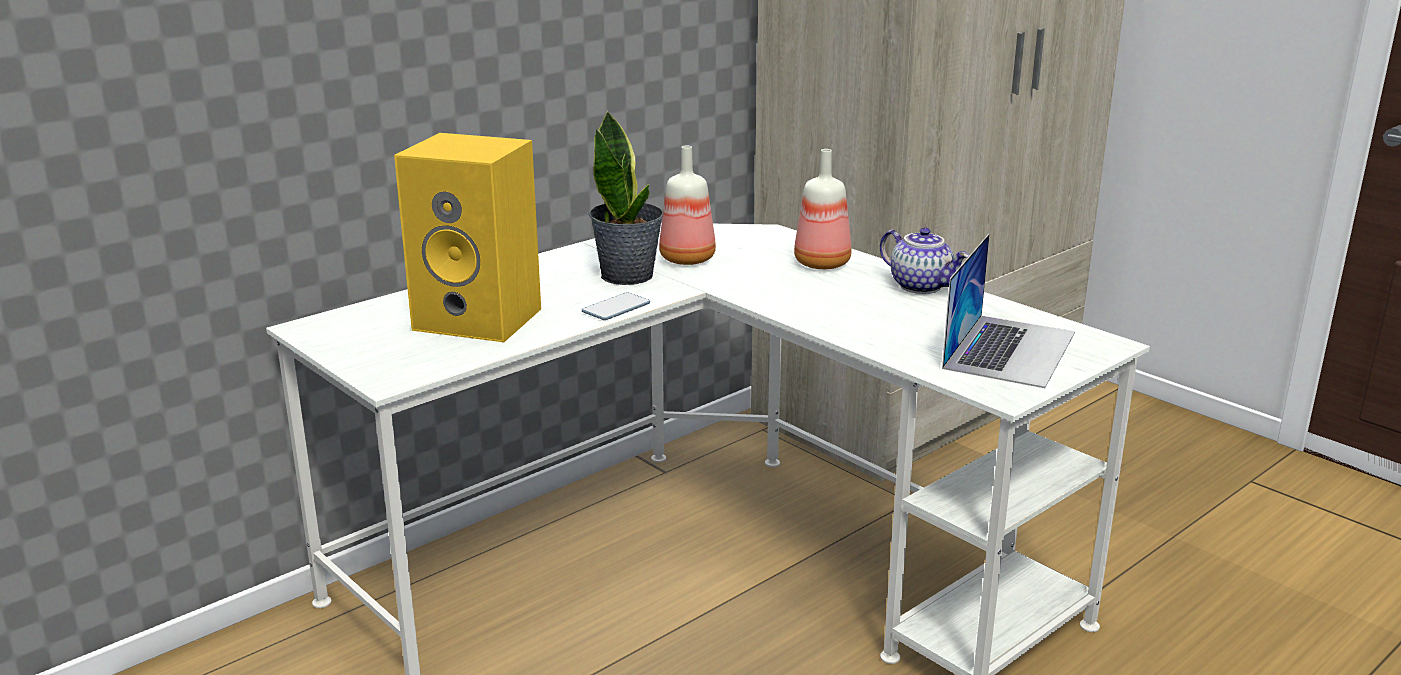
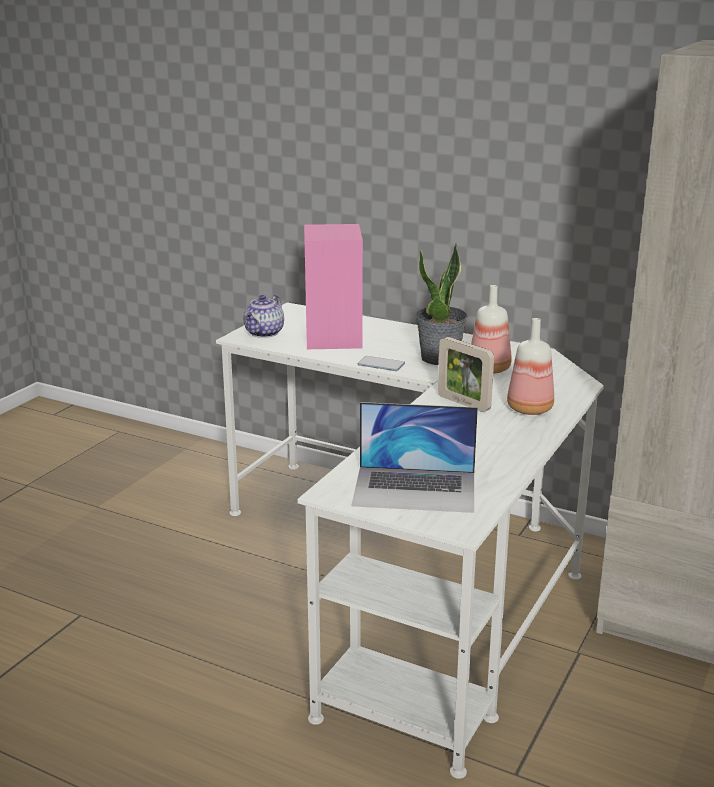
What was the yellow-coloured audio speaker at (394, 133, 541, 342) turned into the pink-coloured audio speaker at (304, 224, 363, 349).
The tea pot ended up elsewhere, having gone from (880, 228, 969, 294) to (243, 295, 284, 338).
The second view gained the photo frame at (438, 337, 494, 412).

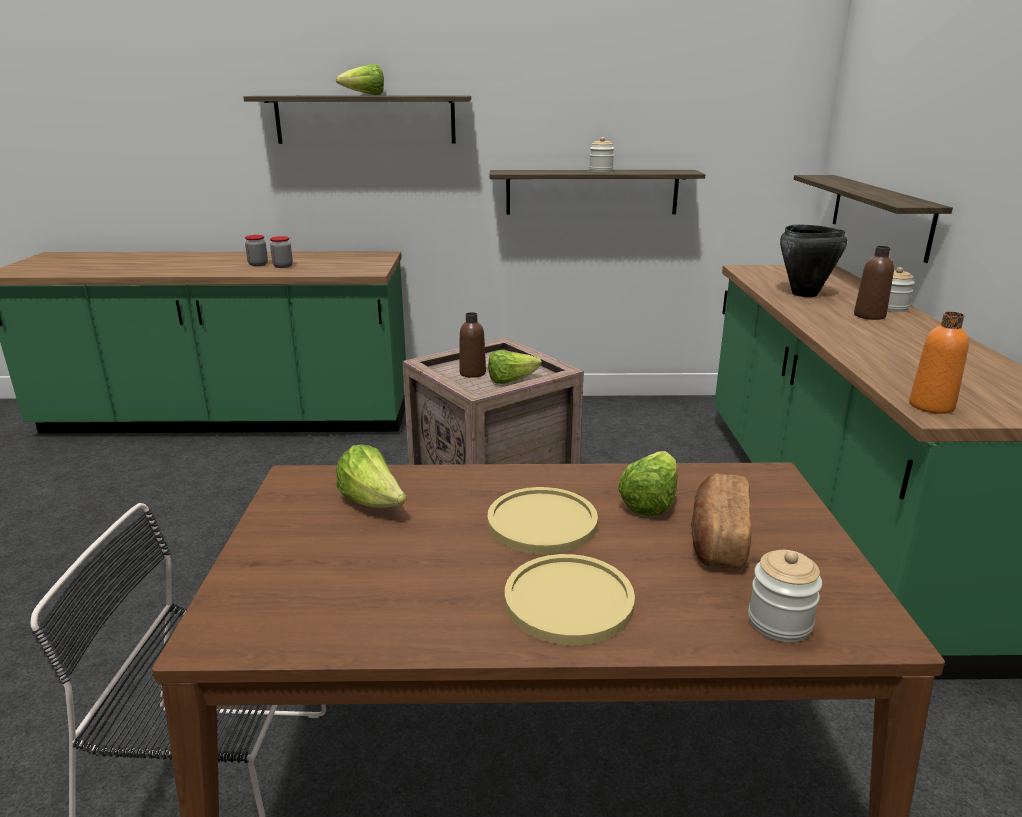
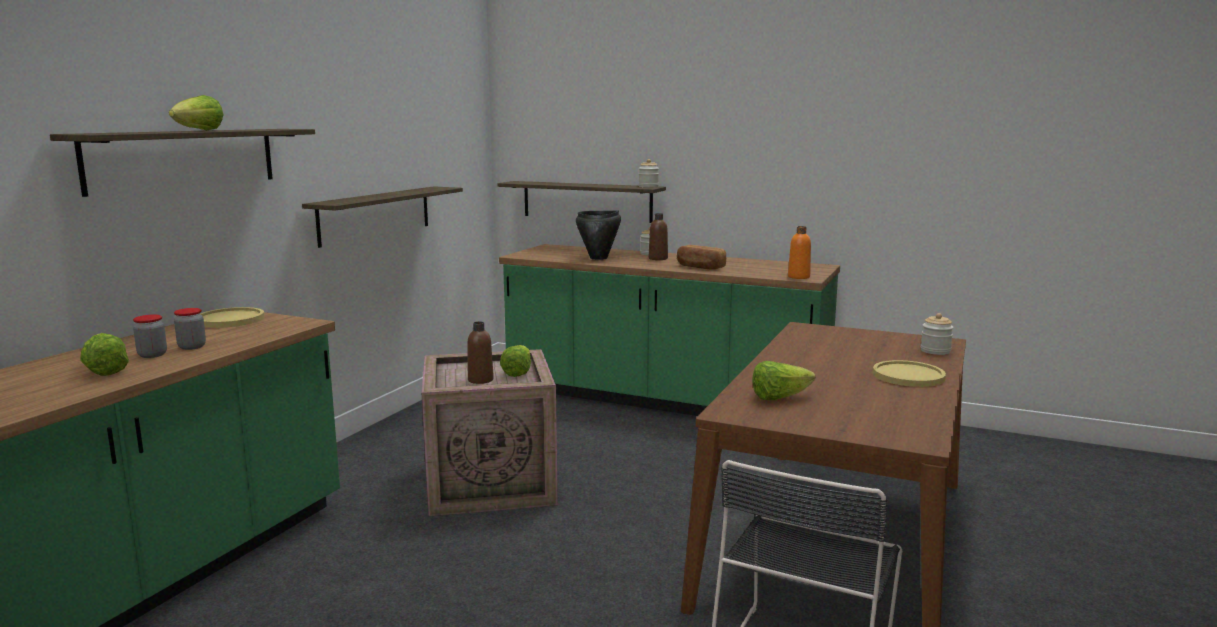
The yellow-coloured plate ended up elsewhere, having gone from (487, 487, 598, 554) to (200, 307, 264, 328).
The preserve jar ended up elsewhere, having gone from (589, 137, 614, 173) to (639, 159, 659, 188).
The lettuce head ended up elsewhere, having gone from (618, 451, 677, 516) to (80, 333, 129, 376).
The bread ended up elsewhere, having gone from (691, 473, 751, 571) to (677, 245, 726, 270).

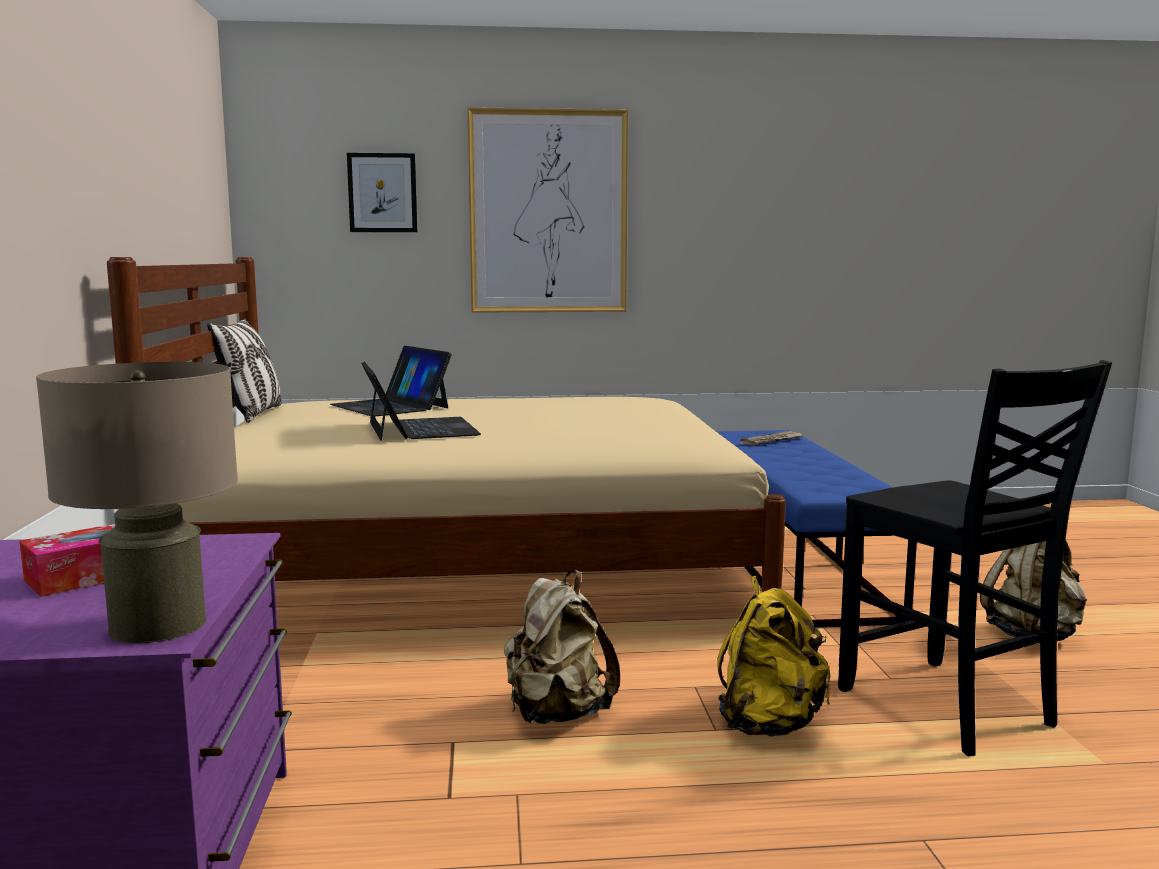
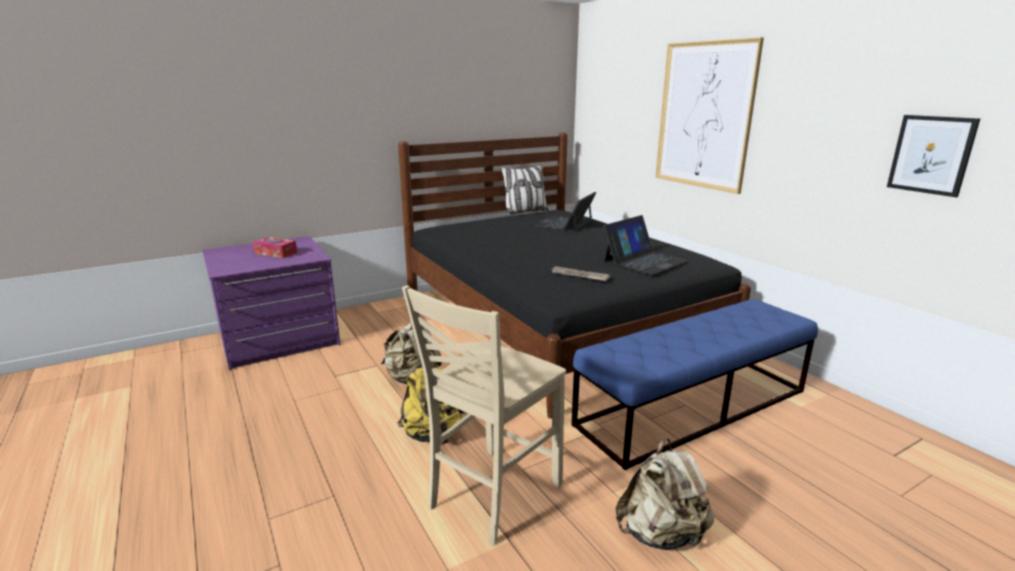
The second view lost the sand-coloured lamp for a table at (36, 362, 238, 643).
What was the sand-coloured bedroom bed at (107, 257, 786, 592) turned into the blackish bedroom bed at (398, 133, 751, 419).
The wall art ended up elsewhere, having gone from (347, 153, 417, 232) to (887, 115, 981, 197).
The notebook computer ended up elsewhere, having gone from (361, 362, 481, 441) to (604, 215, 687, 275).
The newspaper ended up elsewhere, having gone from (740, 431, 803, 446) to (552, 266, 610, 281).
What was the blackish plain chair at (838, 360, 1112, 756) turned into the sand-coloured plain chair at (402, 285, 566, 546).

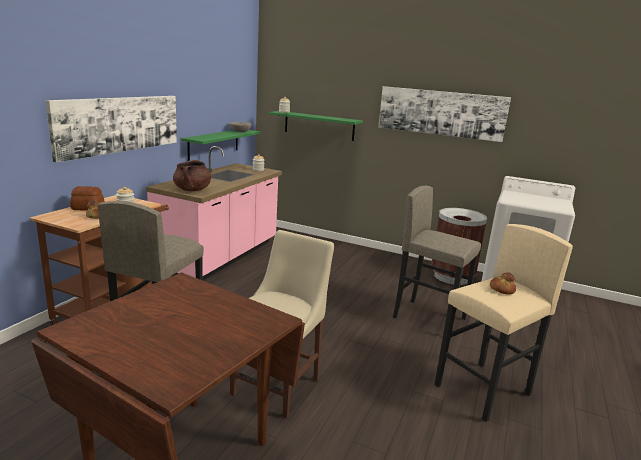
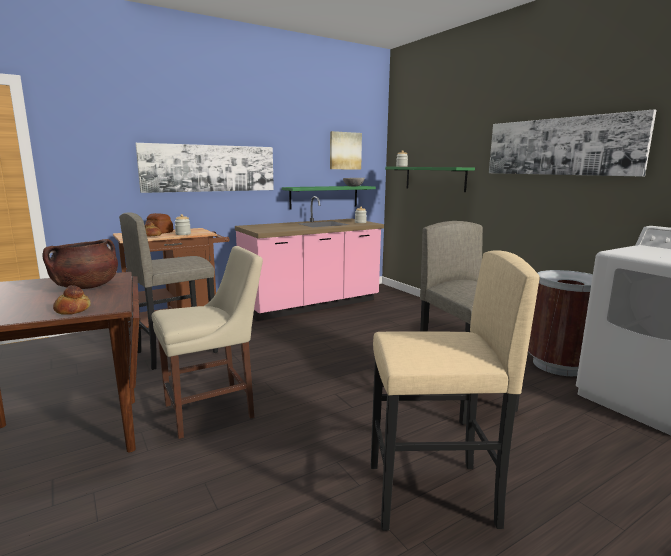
The brown cooking pot ended up elsewhere, having gone from (173, 160, 211, 191) to (42, 239, 118, 289).
The bread ended up elsewhere, having gone from (490, 272, 516, 295) to (53, 285, 91, 315).
The second view gained the wall art at (330, 131, 362, 169).

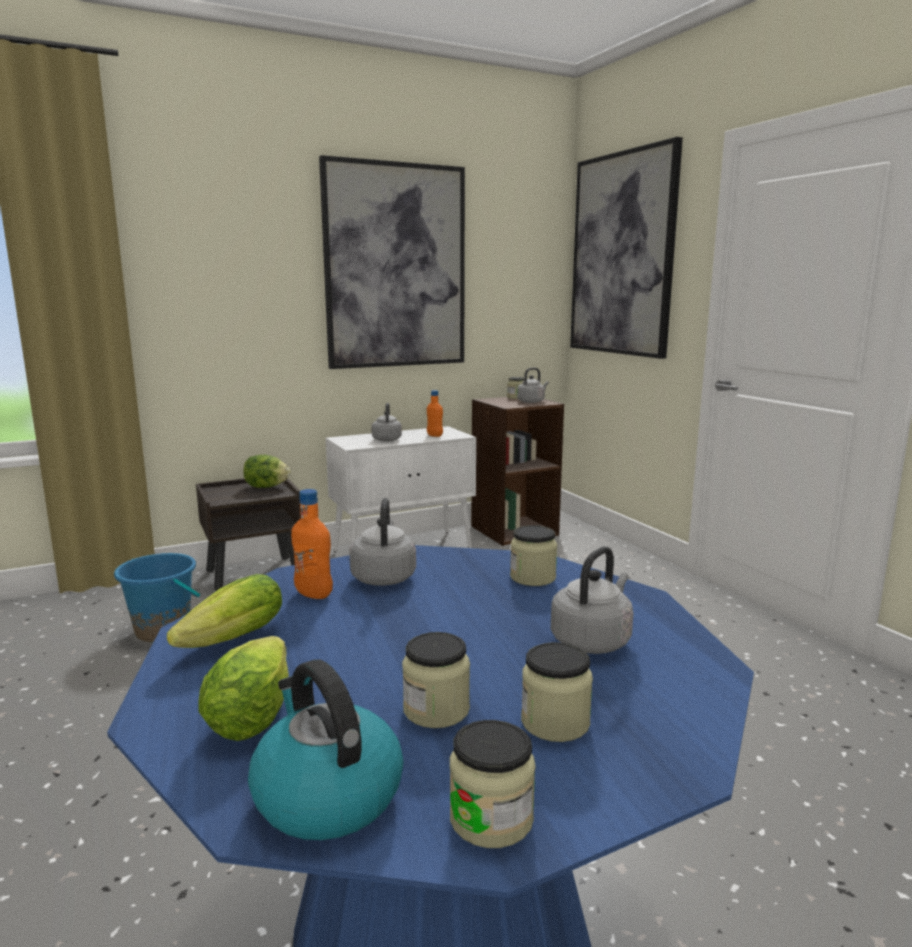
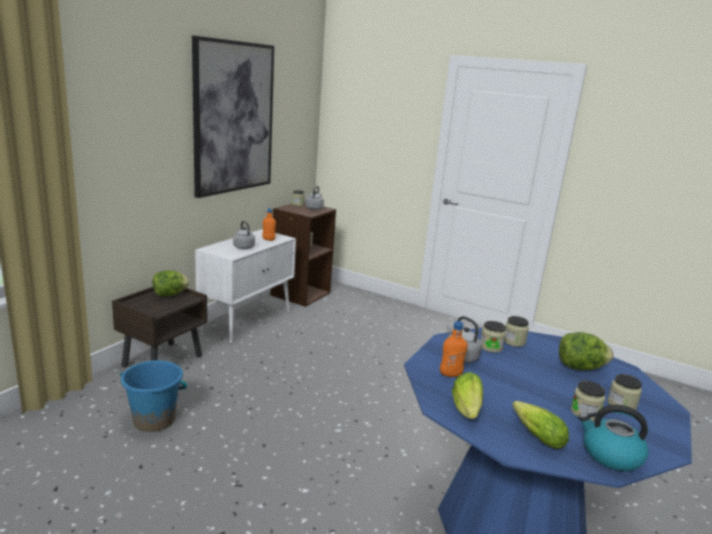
The preserve jar ended up elsewhere, having gone from (450, 720, 536, 848) to (480, 321, 506, 353).
Where the grey kettle stood at (551, 546, 633, 654), the lettuce head came to stand at (559, 332, 613, 370).
The second view lost the wall art at (570, 137, 683, 359).

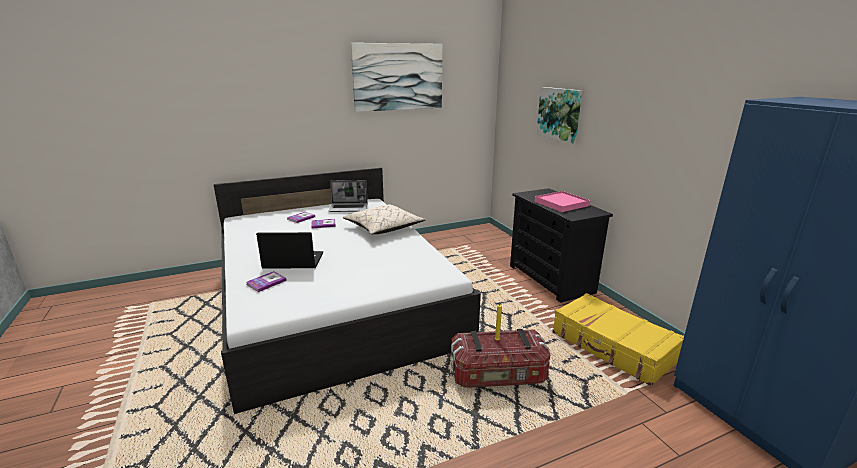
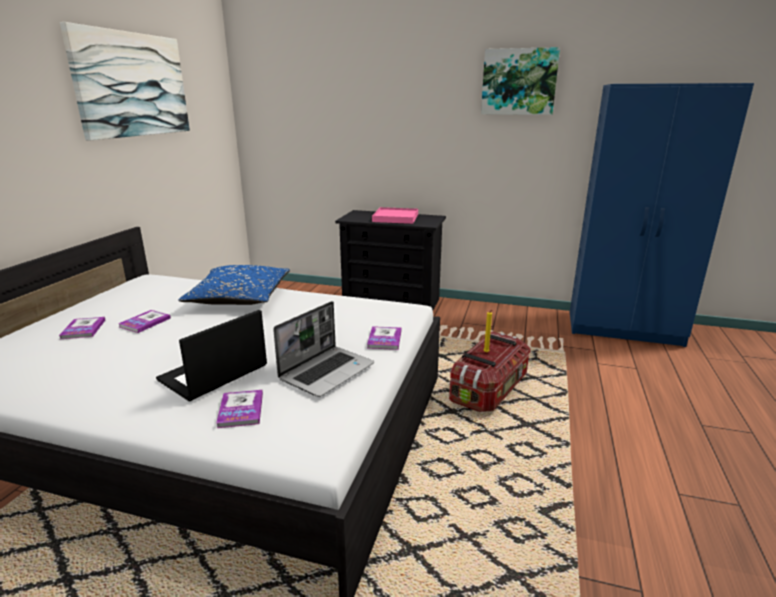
The notebook computer ended up elsewhere, having gone from (328, 180, 368, 212) to (273, 301, 374, 397).
What was the sand-coloured cushion at (343, 205, 426, 234) turned into the blue cushion at (179, 265, 290, 305).
The wall art ended up elsewhere, having gone from (536, 87, 582, 144) to (481, 47, 560, 115).
The second view lost the yellow-coloured suitcase at (553, 293, 684, 386).
The second view gained the bound book at (367, 326, 401, 350).

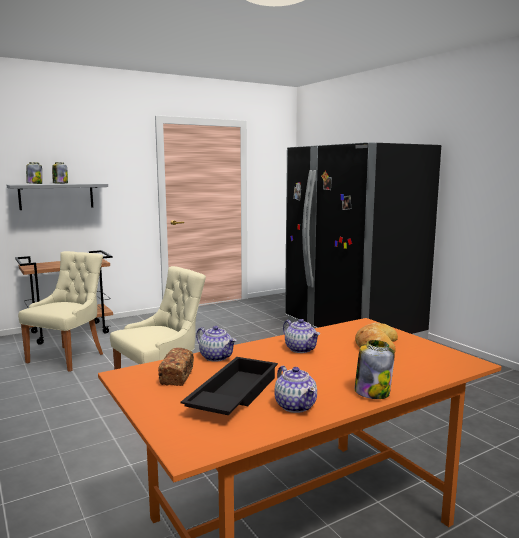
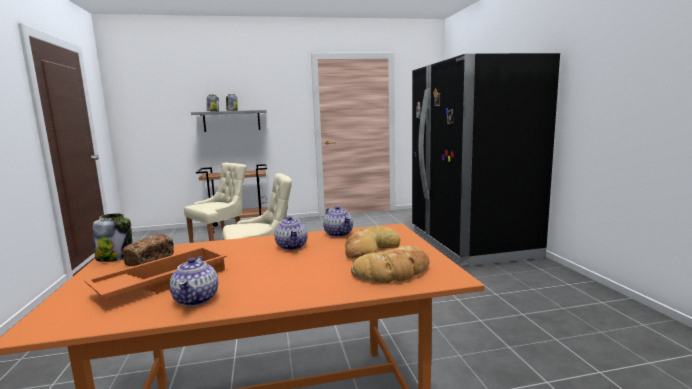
What was the blackish serving tray at (181, 357, 278, 415) turned into the orangey serving tray at (84, 247, 227, 299).
The tea pot ended up elsewhere, having gone from (196, 326, 236, 362) to (323, 206, 353, 237).
The preserve jar ended up elsewhere, having gone from (355, 340, 395, 399) to (93, 213, 132, 262).
The second view gained the bread at (351, 246, 429, 283).

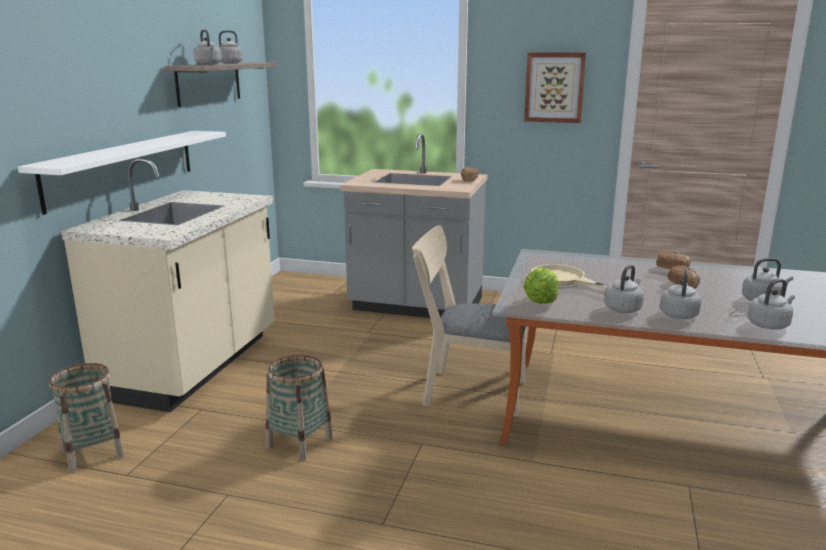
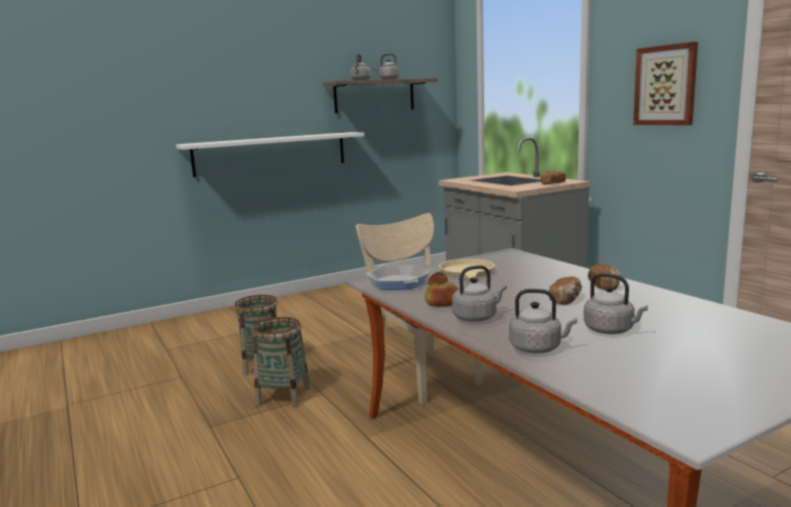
The storage basket ended up elsewhere, having gone from (49, 363, 124, 473) to (253, 317, 310, 408).
The second view lost the sand-coloured counter at (61, 158, 275, 412).
Where the lettuce head stood at (524, 268, 559, 304), the frying pan came to stand at (366, 265, 430, 290).
Where the grey kettle stood at (604, 265, 644, 313), the bread came to stand at (425, 272, 459, 307).

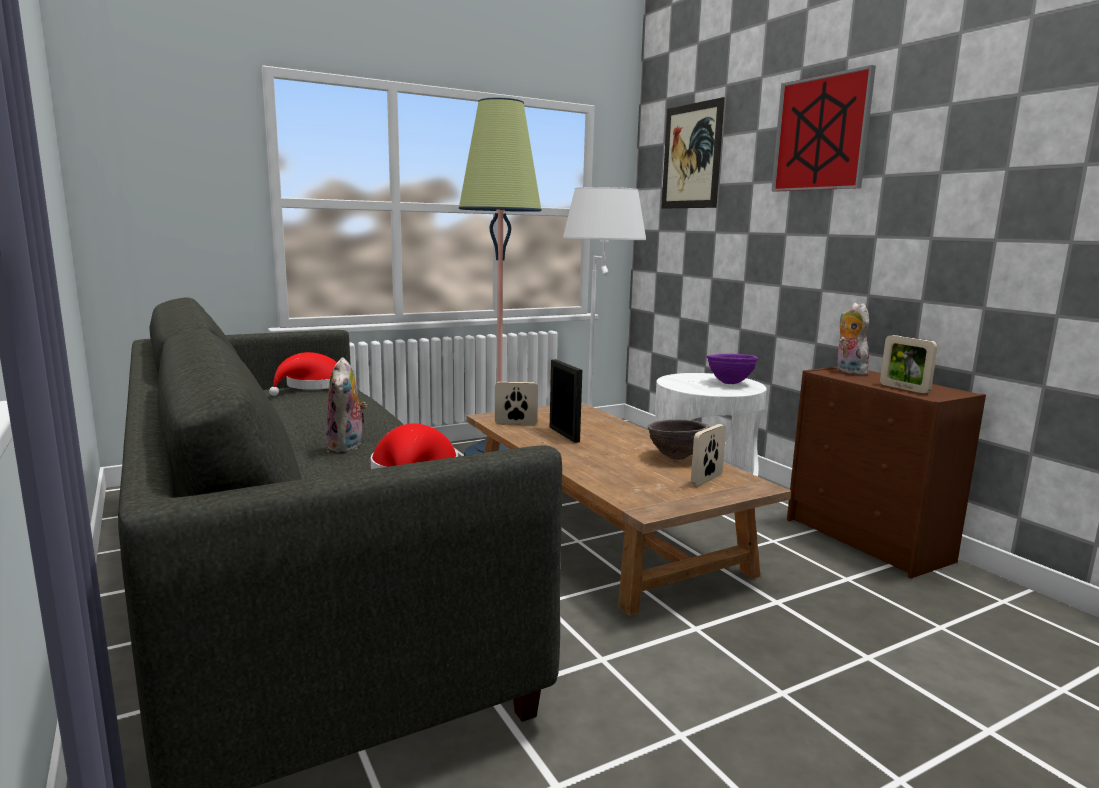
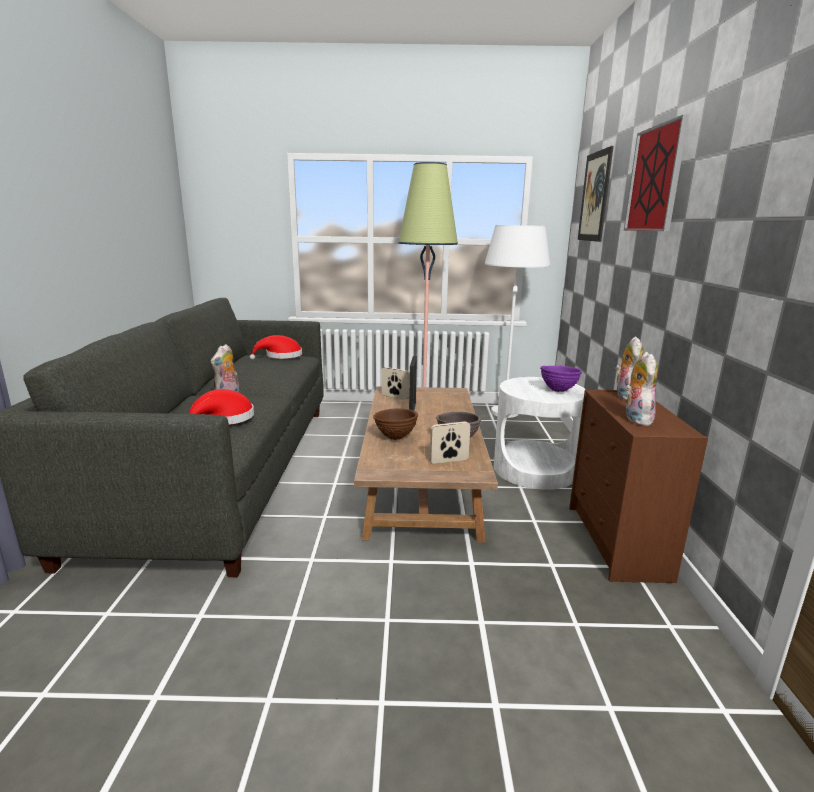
Where the photo frame stood at (880, 335, 938, 394), the soft toy came to stand at (625, 352, 657, 426).
The second view gained the brown bowl at (373, 408, 418, 440).

